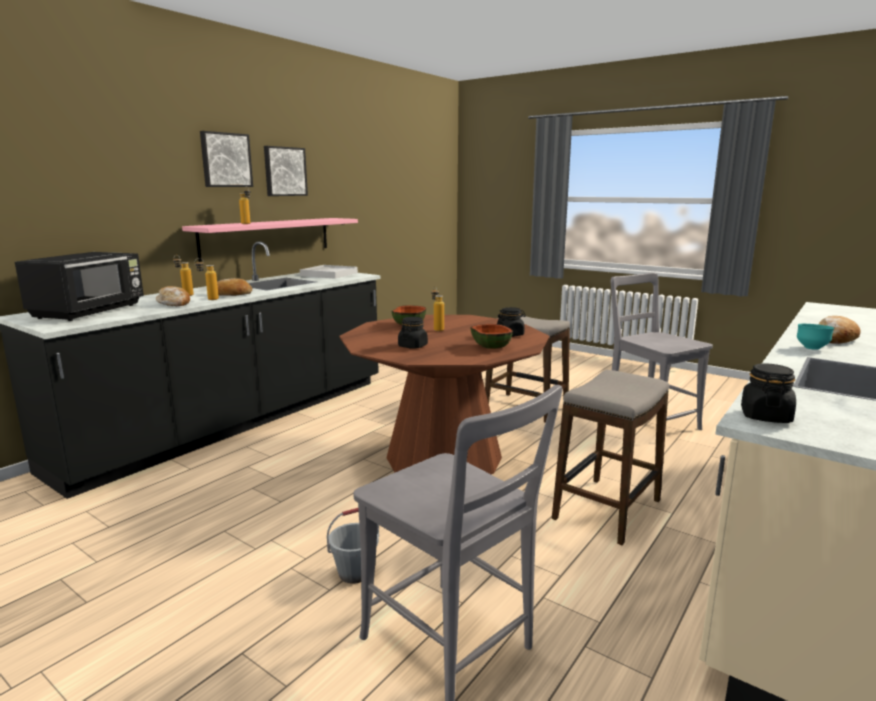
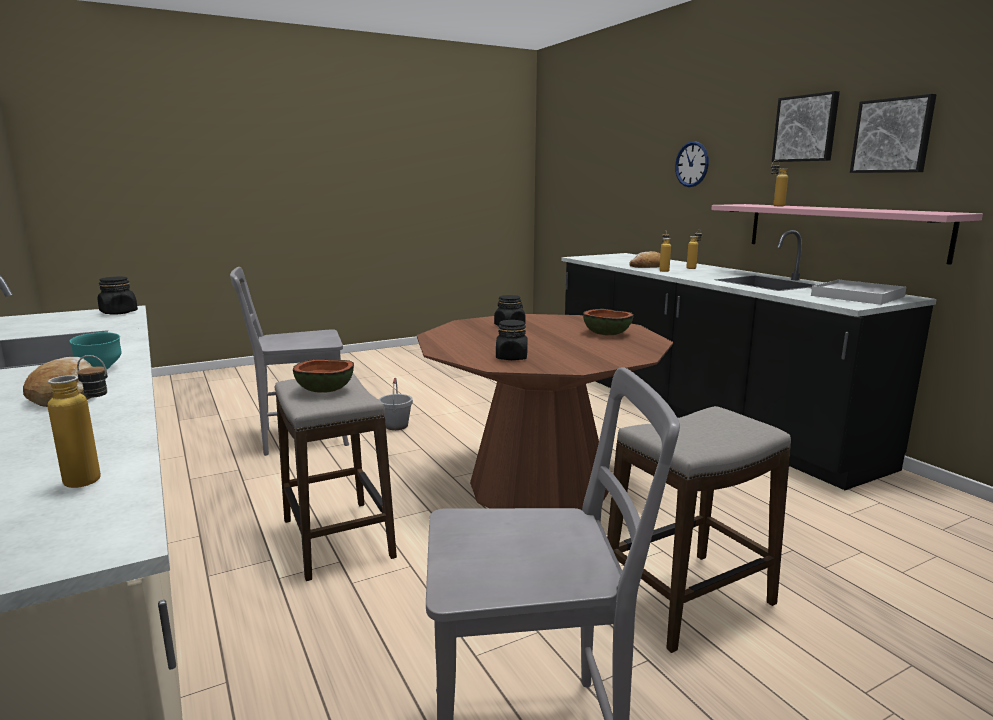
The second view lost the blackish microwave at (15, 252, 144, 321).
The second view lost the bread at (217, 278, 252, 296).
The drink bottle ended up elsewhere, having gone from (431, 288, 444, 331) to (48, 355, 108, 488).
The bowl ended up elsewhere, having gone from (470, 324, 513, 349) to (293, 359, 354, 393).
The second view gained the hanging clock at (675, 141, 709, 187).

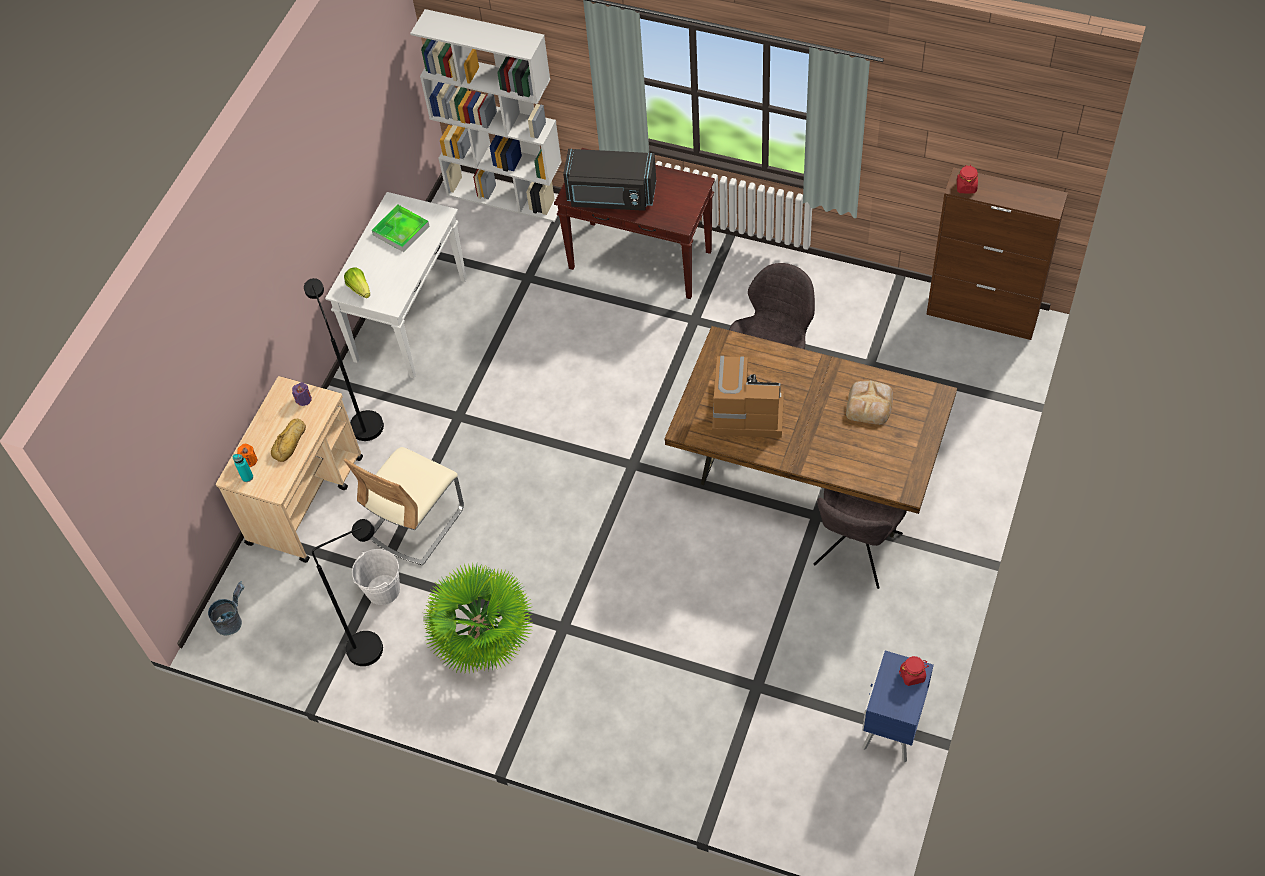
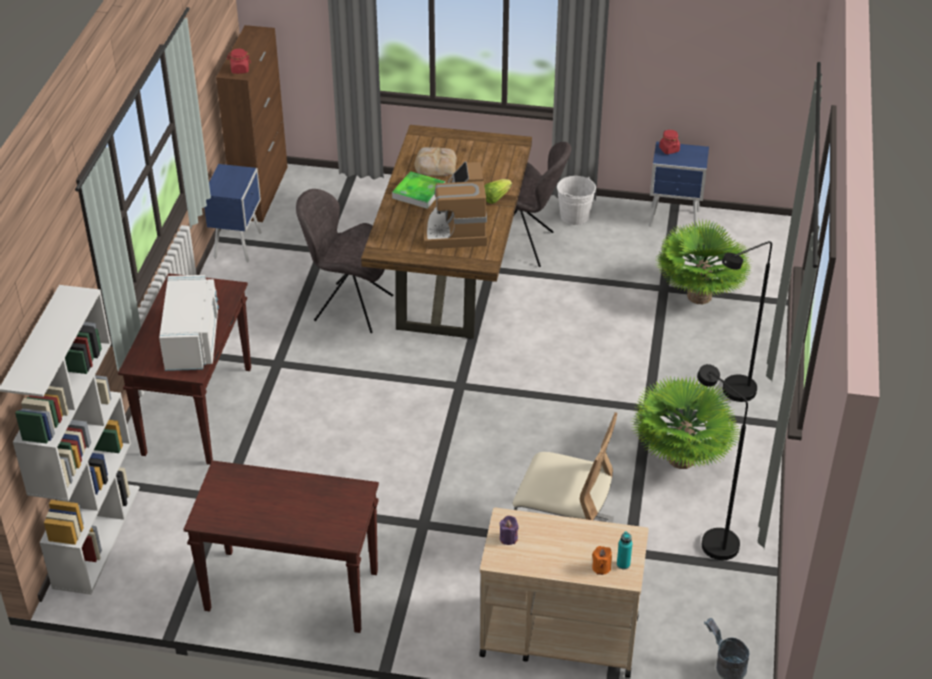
The second view lost the bread at (271, 419, 306, 462).
The blackish floor lamp ended up elsewhere, having gone from (304, 278, 384, 441) to (722, 241, 772, 402).
What was the white hall table at (325, 192, 467, 378) turned into the brown hall table at (183, 460, 379, 633).
The lettuce head ended up elsewhere, having gone from (344, 267, 370, 298) to (484, 179, 512, 204).
The white water bucket ended up elsewhere, having gone from (352, 549, 400, 605) to (557, 176, 596, 225).
The serving tray ended up elsewhere, having gone from (372, 205, 430, 252) to (392, 171, 445, 209).
What was the blackish microwave at (563, 149, 656, 211) turned into the white microwave at (159, 275, 219, 371).
The second view gained the blue nightstand at (204, 164, 262, 262).
The second view gained the plant in a pot at (654, 218, 751, 304).

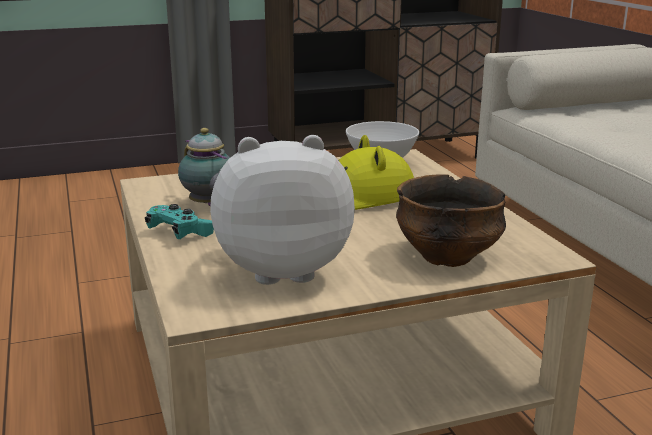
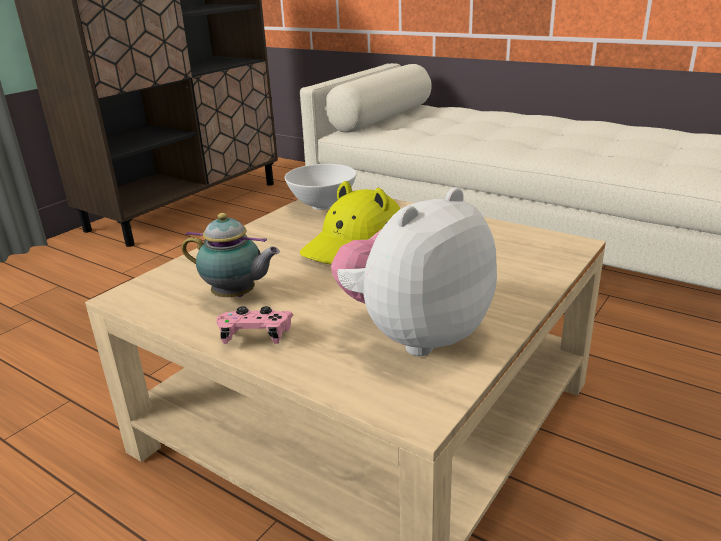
What was the turquoise game controller at (145, 204, 214, 239) turned into the pink-coloured game controller at (216, 306, 293, 344).
The second view lost the bowl at (396, 174, 506, 267).

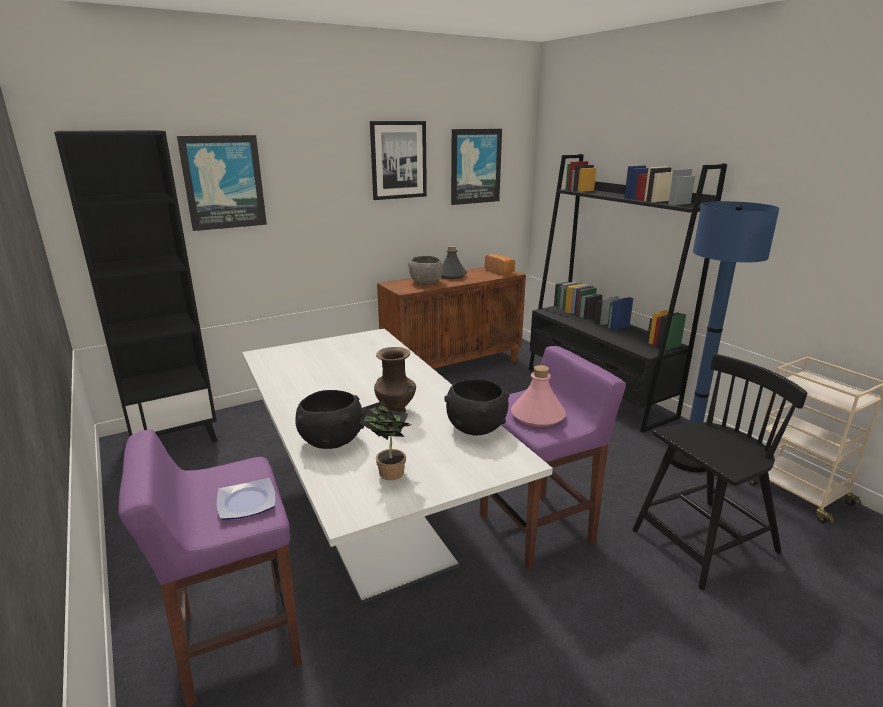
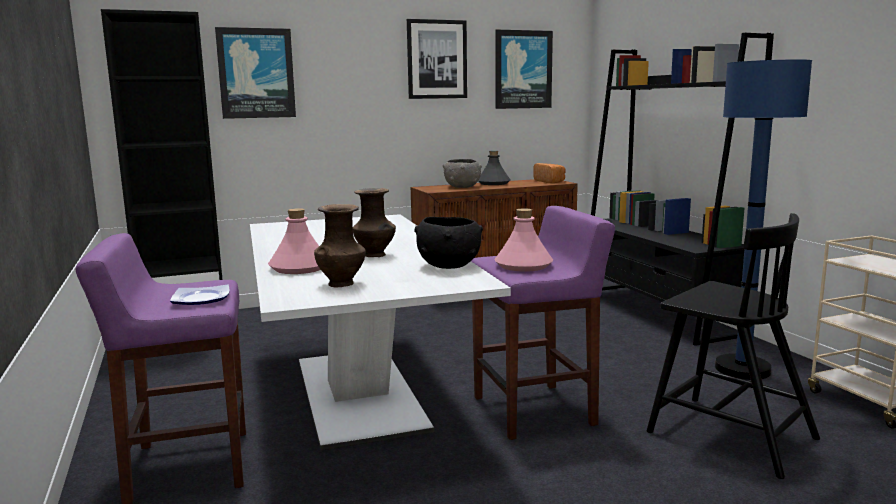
Where the blackish bowl stood at (295, 390, 364, 449), the pink-coloured drink bottle came to stand at (268, 208, 321, 274).
Where the plant in a pot stood at (360, 401, 412, 480), the brown flower vase came to stand at (314, 204, 366, 287).
The blackish plain chair at (632, 354, 807, 590) ended up facing another way, 60 degrees clockwise from before.

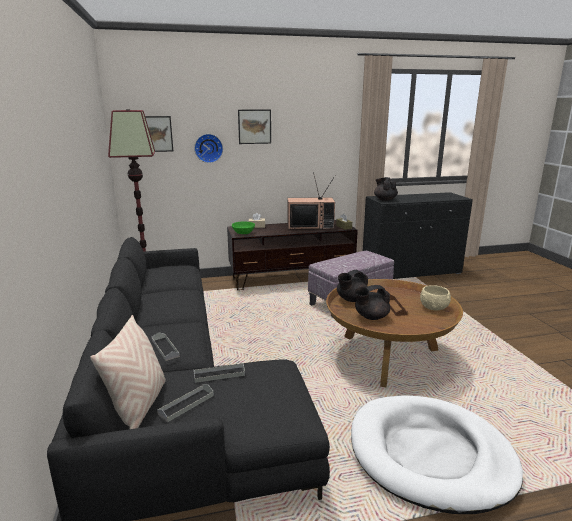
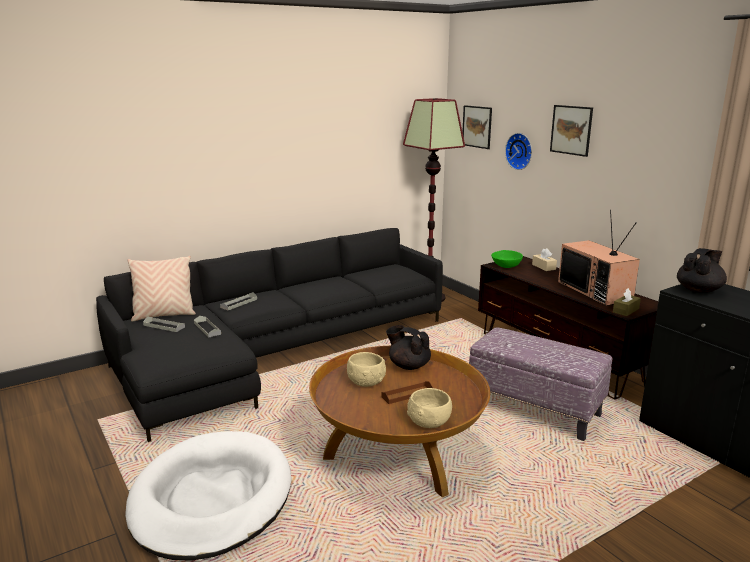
Where the blackish tea pot stood at (354, 285, 390, 320), the sand-coloured bowl came to stand at (347, 352, 386, 387).

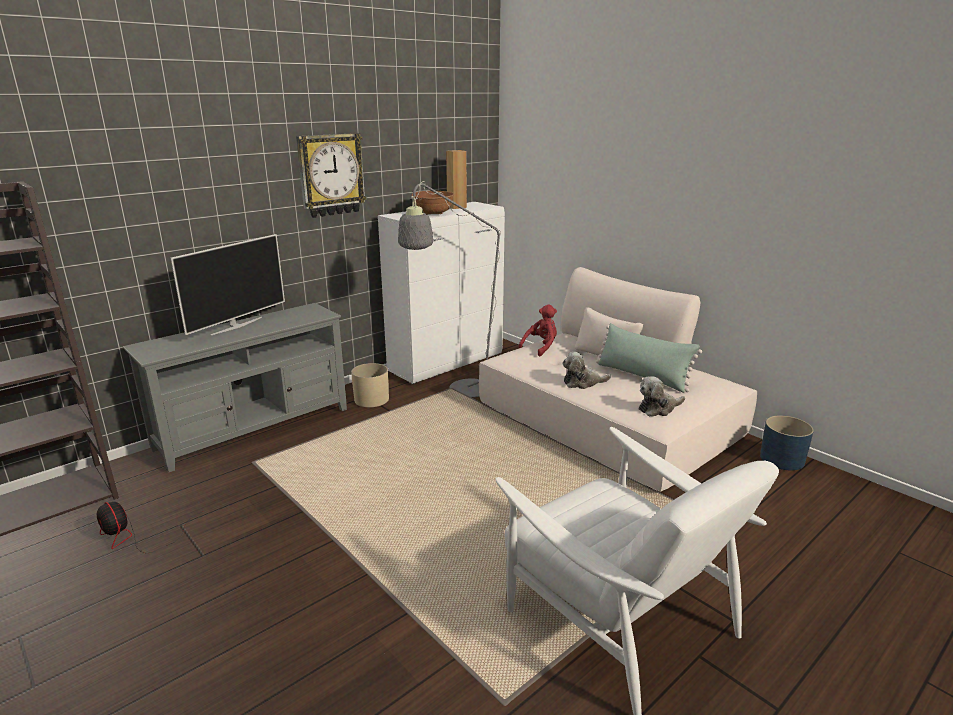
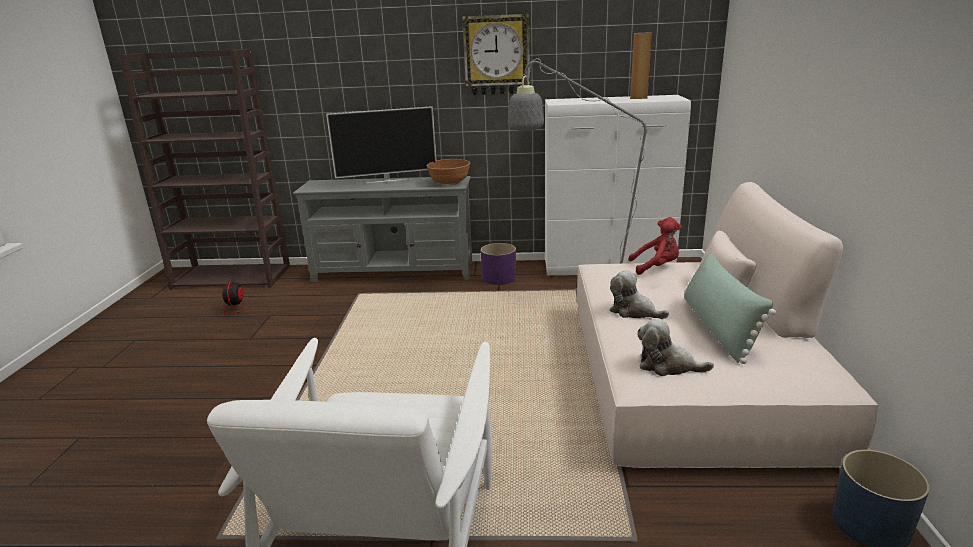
What was the sand-coloured planter at (351, 363, 389, 407) turned into the purple-coloured planter at (481, 243, 516, 285).
The brown bowl ended up elsewhere, having gone from (412, 191, 454, 215) to (427, 159, 470, 185).

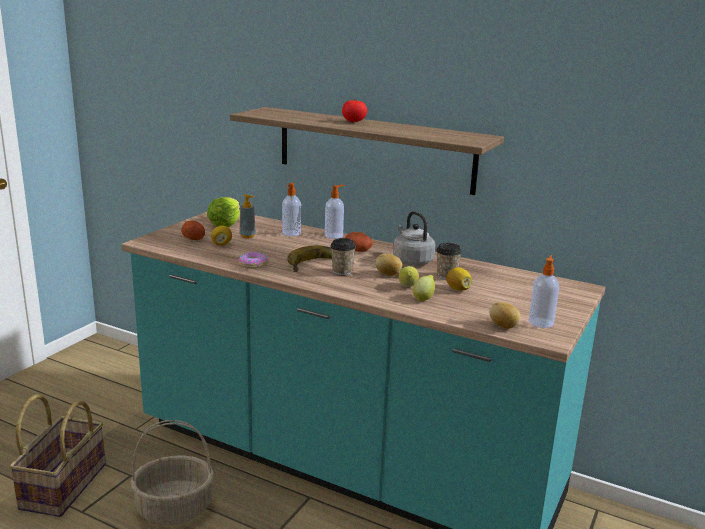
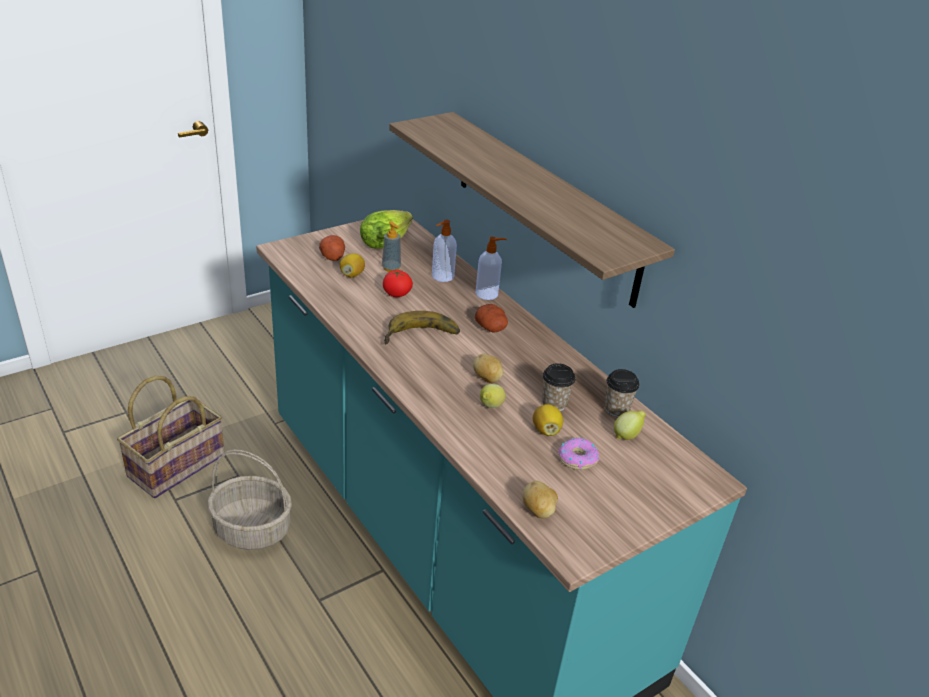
The donut ended up elsewhere, having gone from (239, 252, 268, 269) to (558, 438, 599, 470).
The cup ended up elsewhere, having gone from (330, 238, 356, 275) to (605, 369, 639, 417).
The fresh tomato ended up elsewhere, having gone from (342, 99, 367, 122) to (383, 270, 413, 297).
The second view lost the grey kettle at (393, 211, 435, 266).
The lemon ended up elsewhere, having gone from (413, 275, 435, 301) to (614, 411, 646, 440).
The second view lost the soap dispenser at (529, 255, 559, 328).

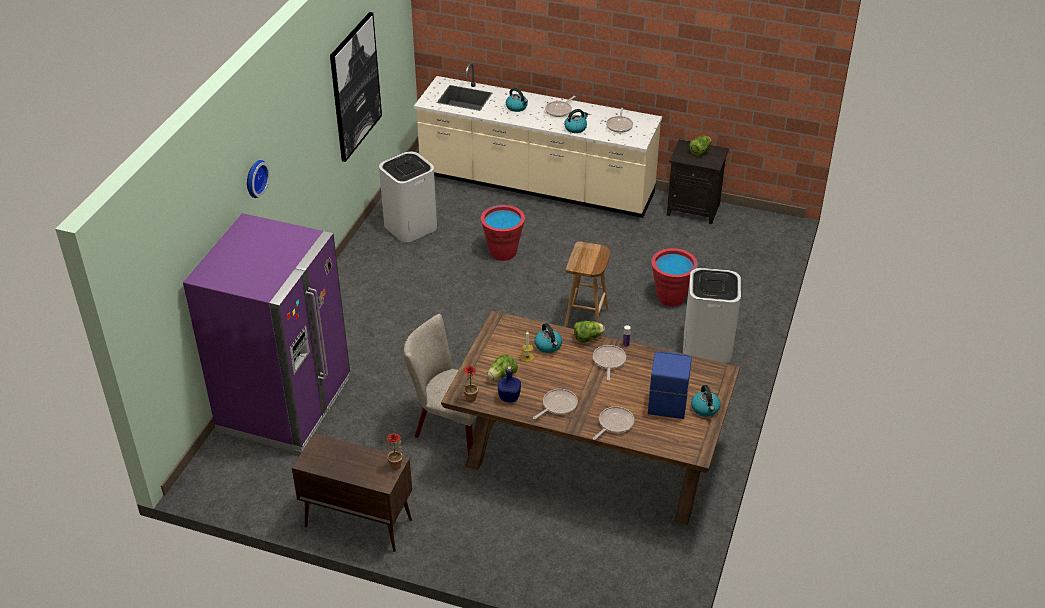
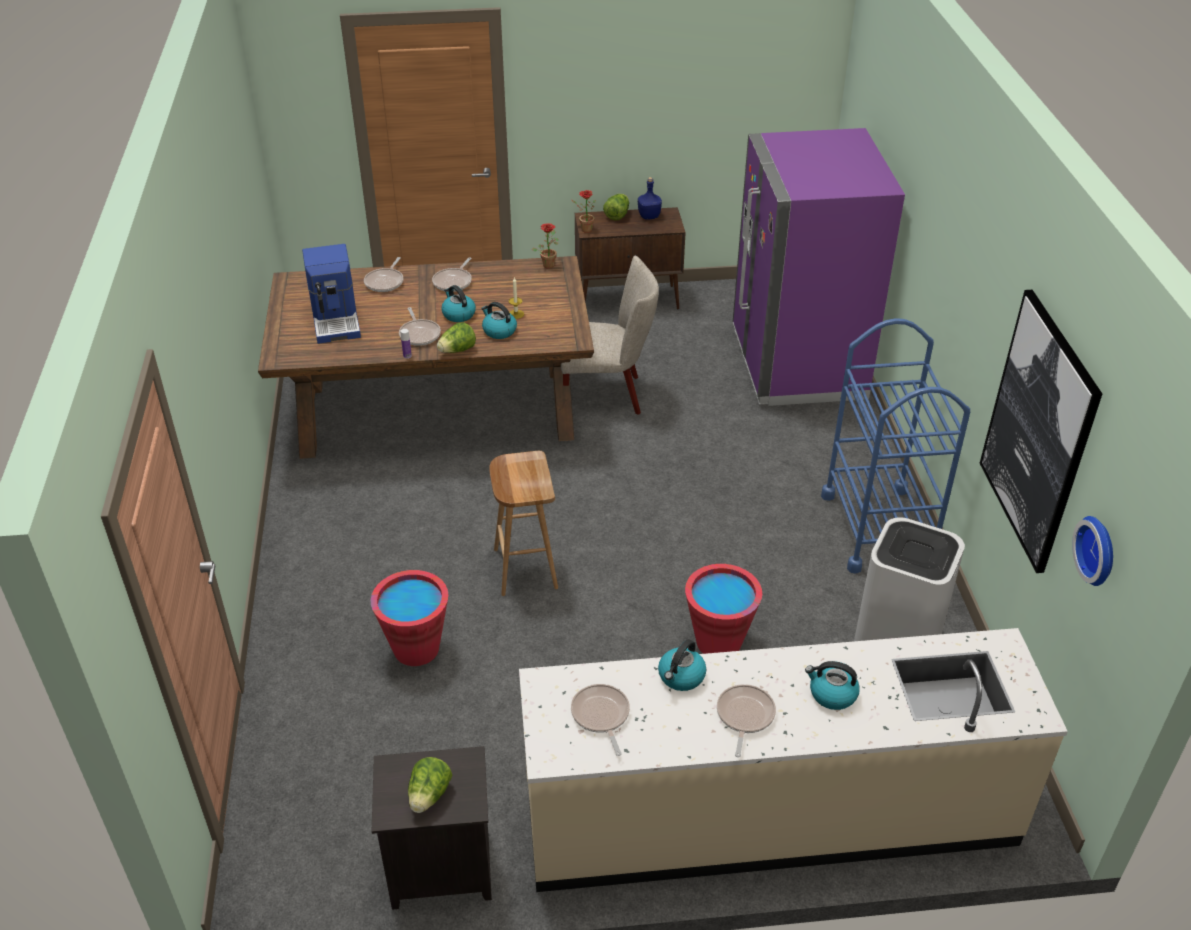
The hanging clock ended up elsewhere, having gone from (247, 160, 270, 198) to (1072, 516, 1113, 586).
The lettuce head ended up elsewhere, having gone from (487, 354, 518, 380) to (603, 194, 629, 220).
The blue drink bottle ended up elsewhere, having gone from (498, 366, 521, 402) to (638, 177, 662, 220).
The second view lost the white waste bin at (683, 268, 741, 363).
The kettle ended up elsewhere, having gone from (691, 385, 721, 417) to (441, 285, 476, 322).
The second view gained the blue wheeled cart at (821, 318, 970, 574).

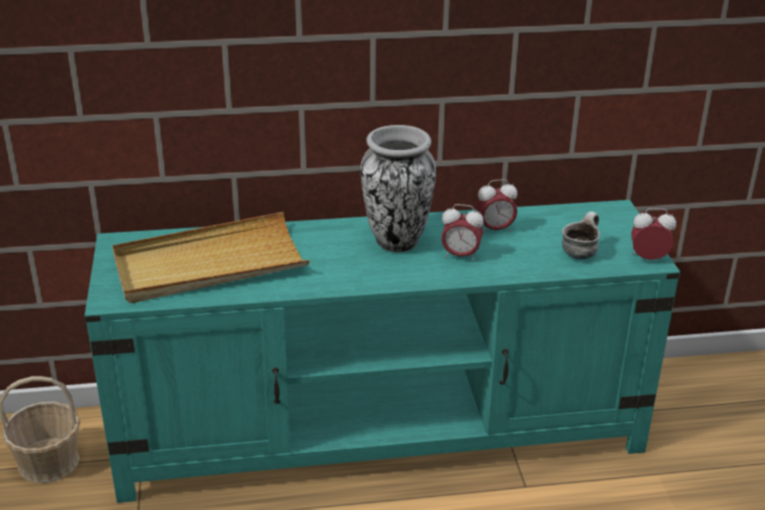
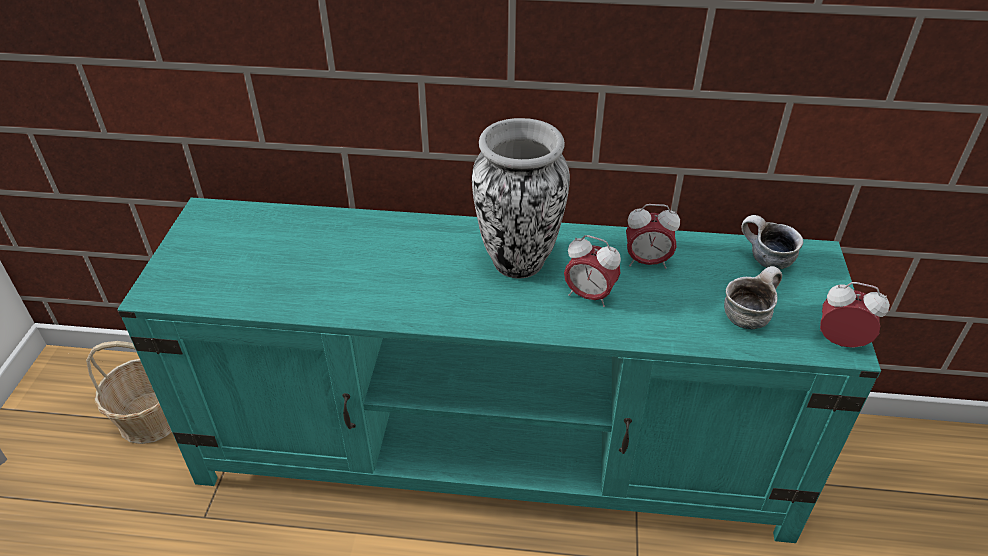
The second view lost the sand-coloured serving tray at (112, 212, 310, 303).
The second view gained the coffee mug at (741, 215, 803, 270).

